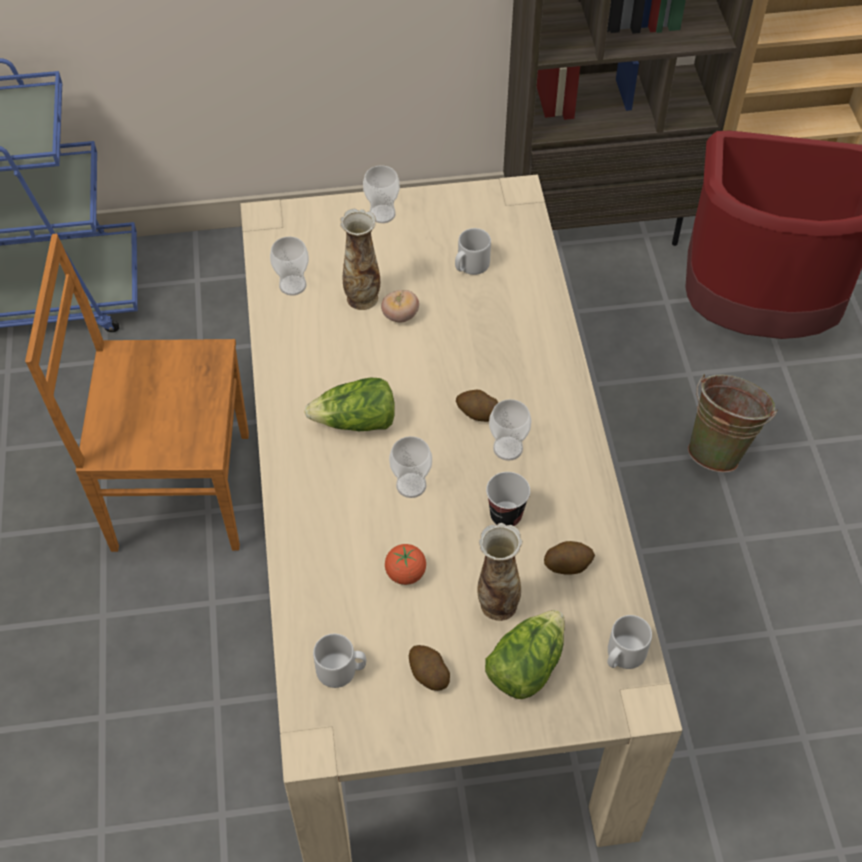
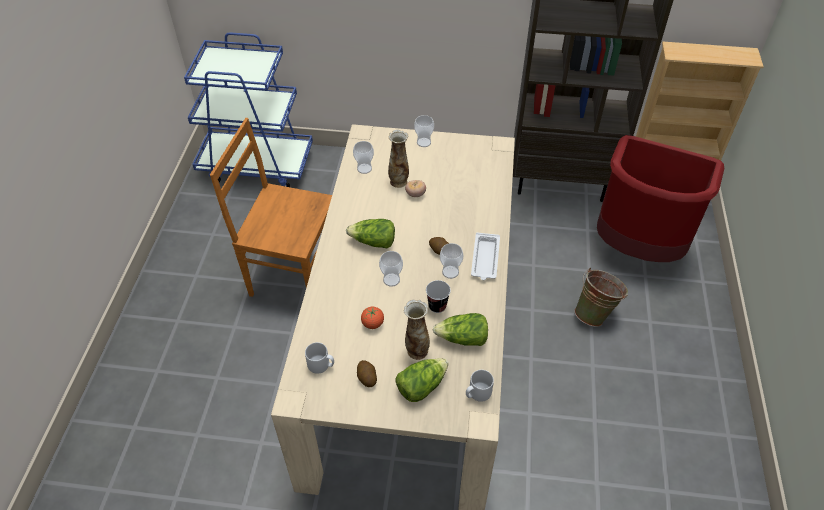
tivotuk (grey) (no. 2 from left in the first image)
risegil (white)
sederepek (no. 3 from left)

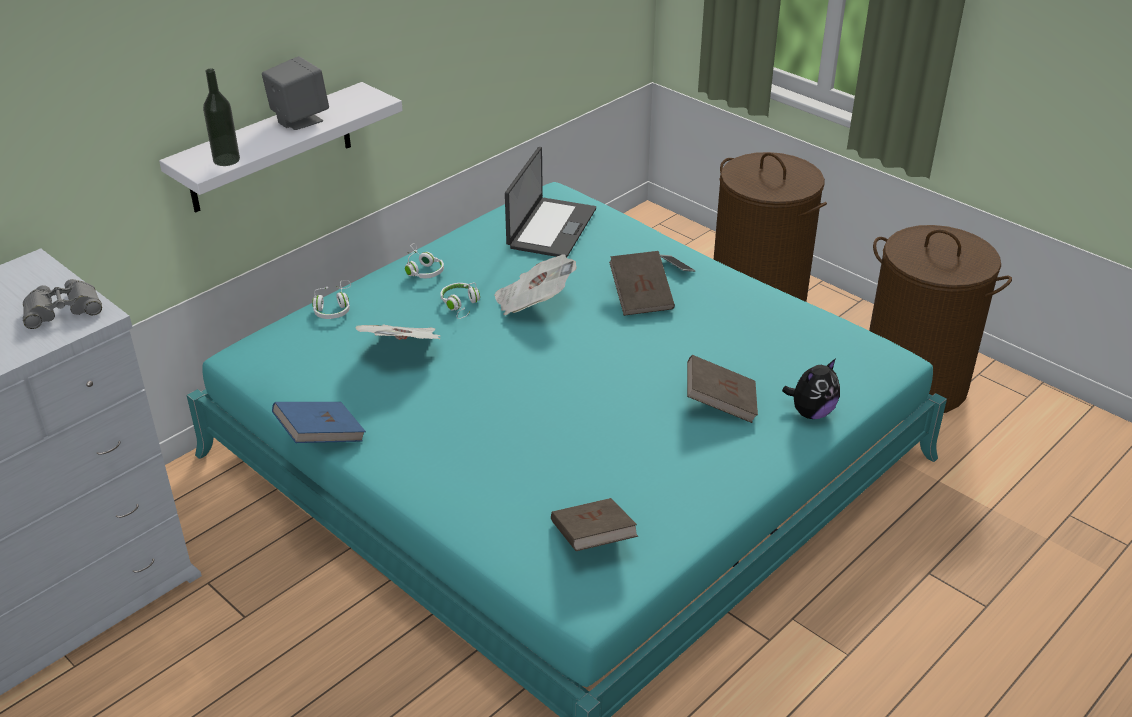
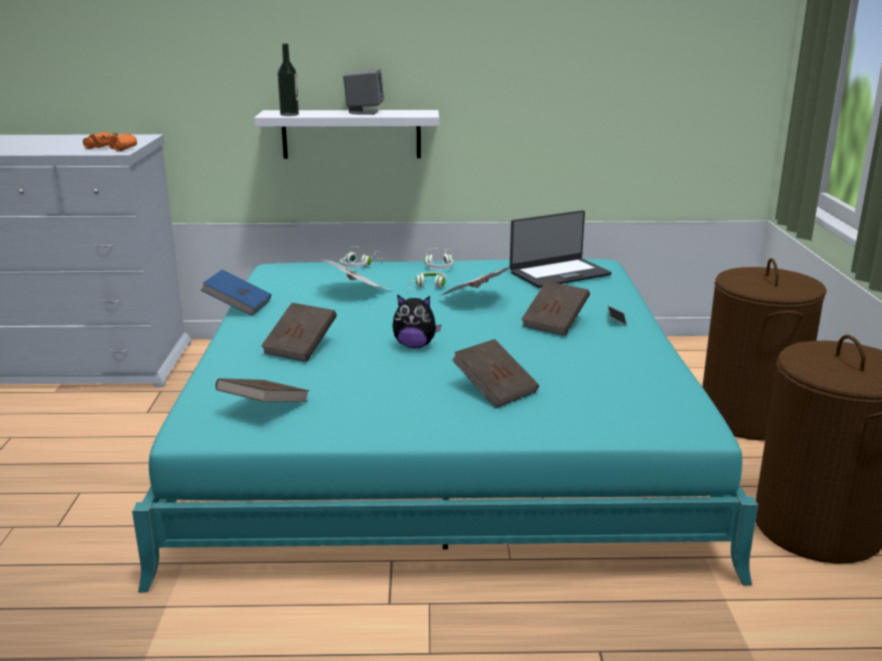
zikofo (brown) (no. 2 from left)
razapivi
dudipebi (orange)

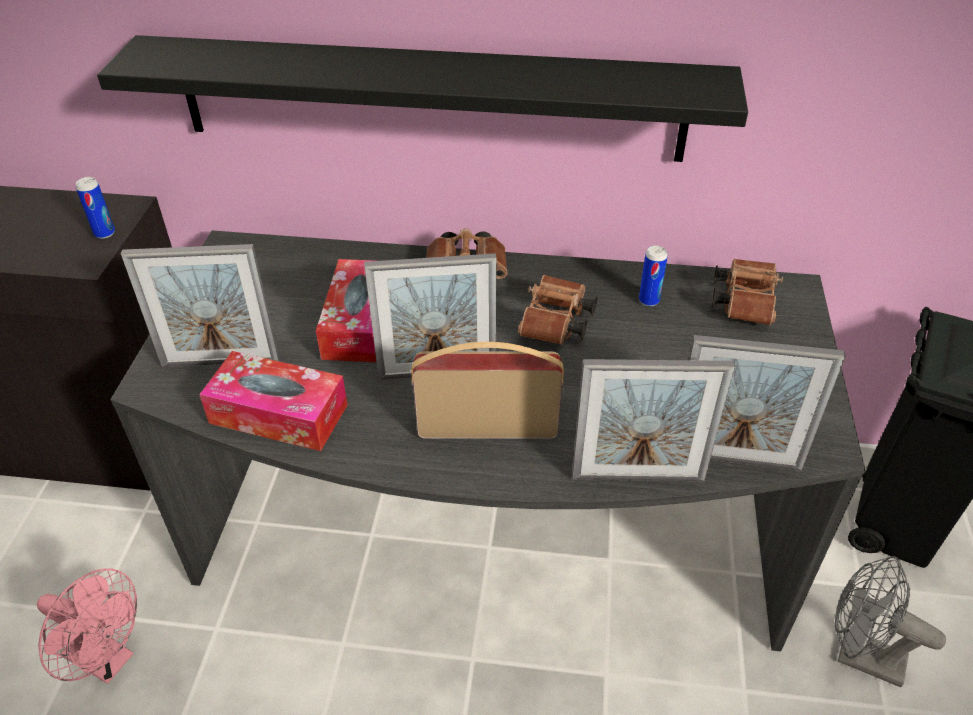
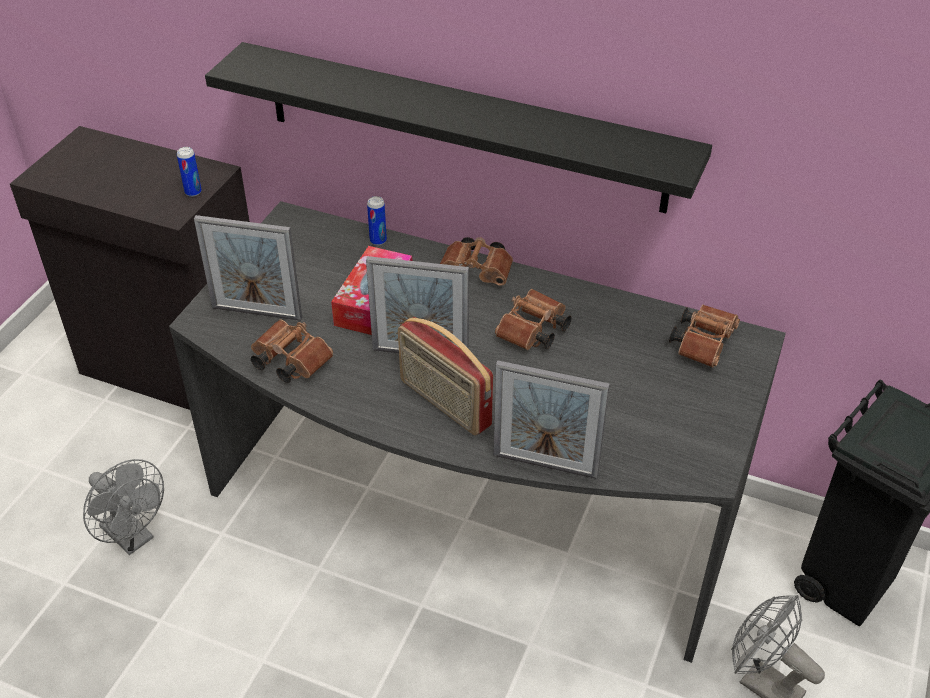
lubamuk (no. 4 from left in the first image)
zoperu (no. 2 from left)
dudipebi (brown) (no. 1 from left)
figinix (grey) (no. 1 from left)
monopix

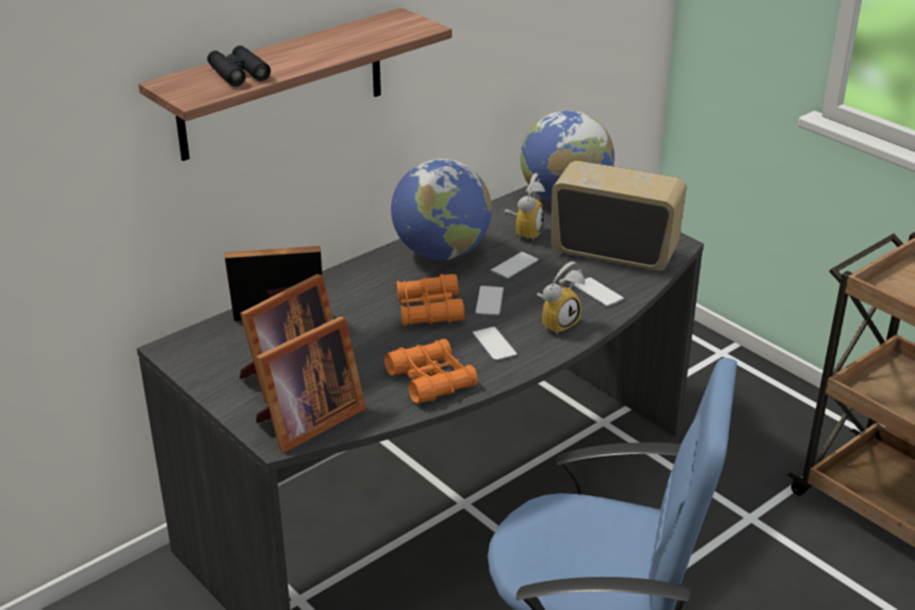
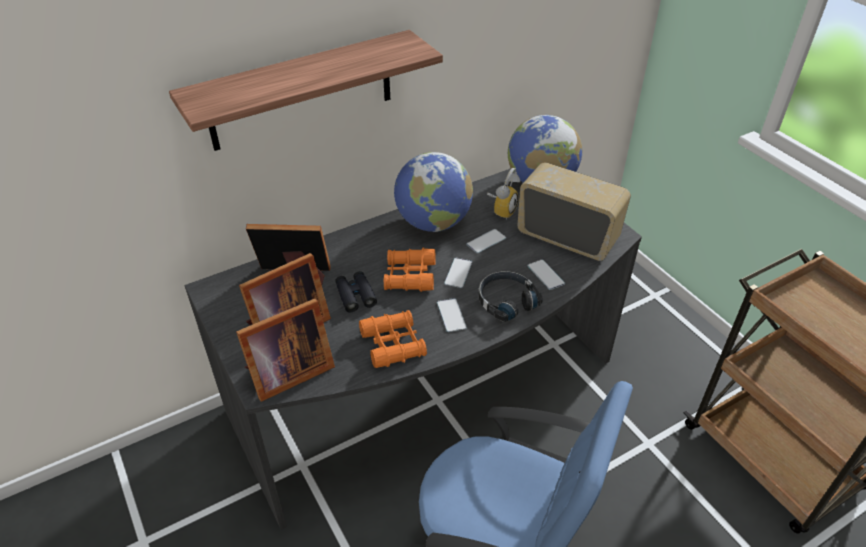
dudipebi (black)
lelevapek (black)

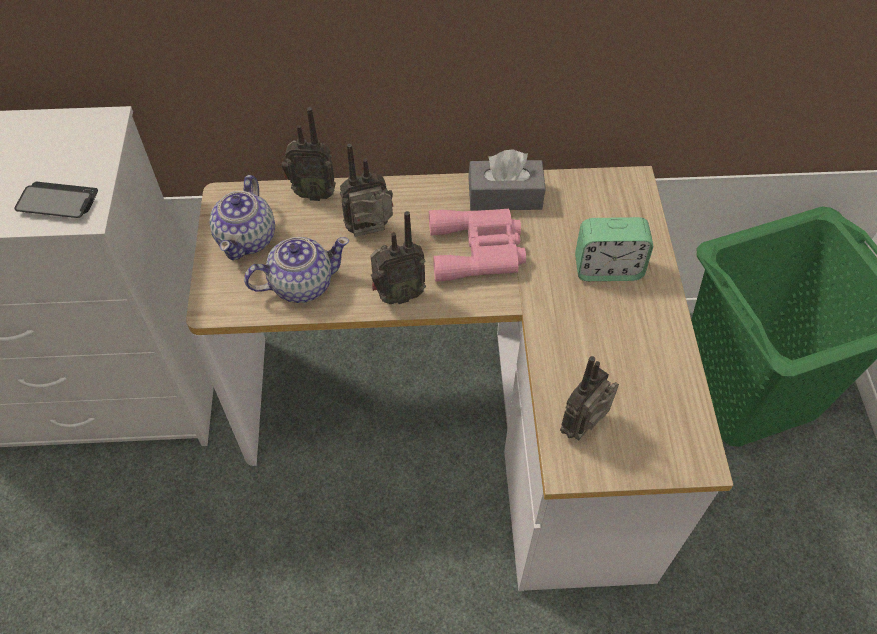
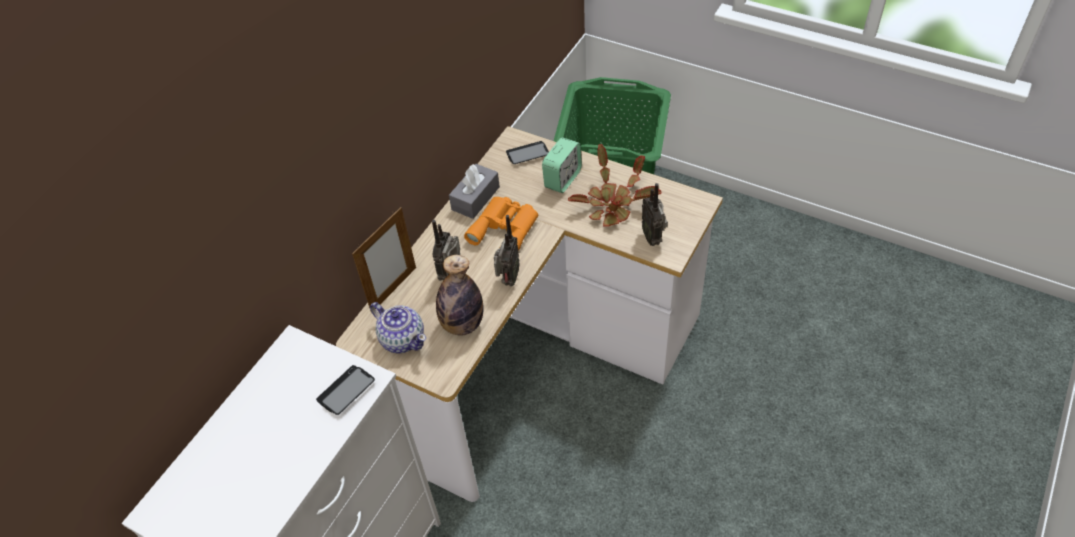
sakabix (no. 2 from left)
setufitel
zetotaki
lubamuk
dudipebi (orange)

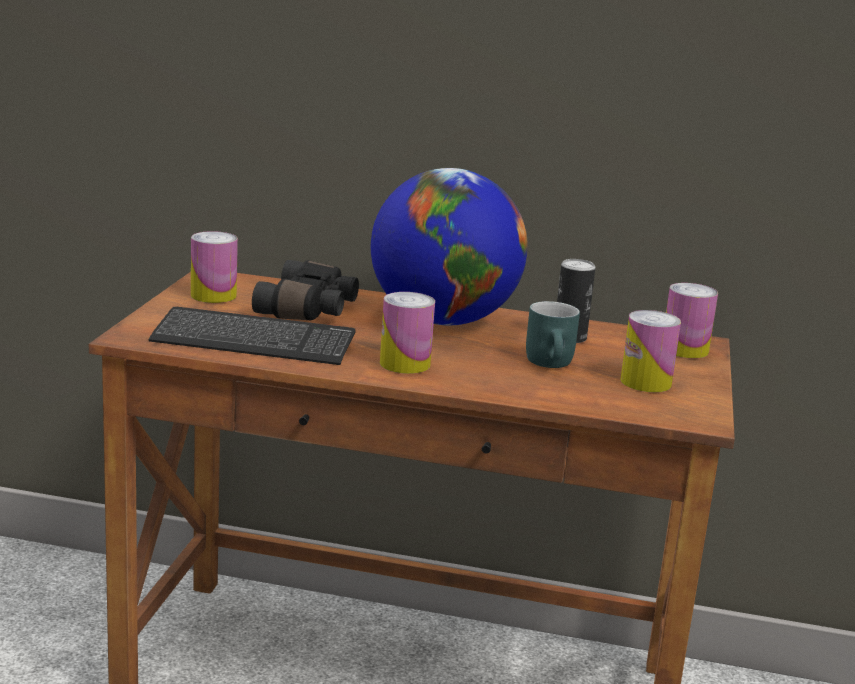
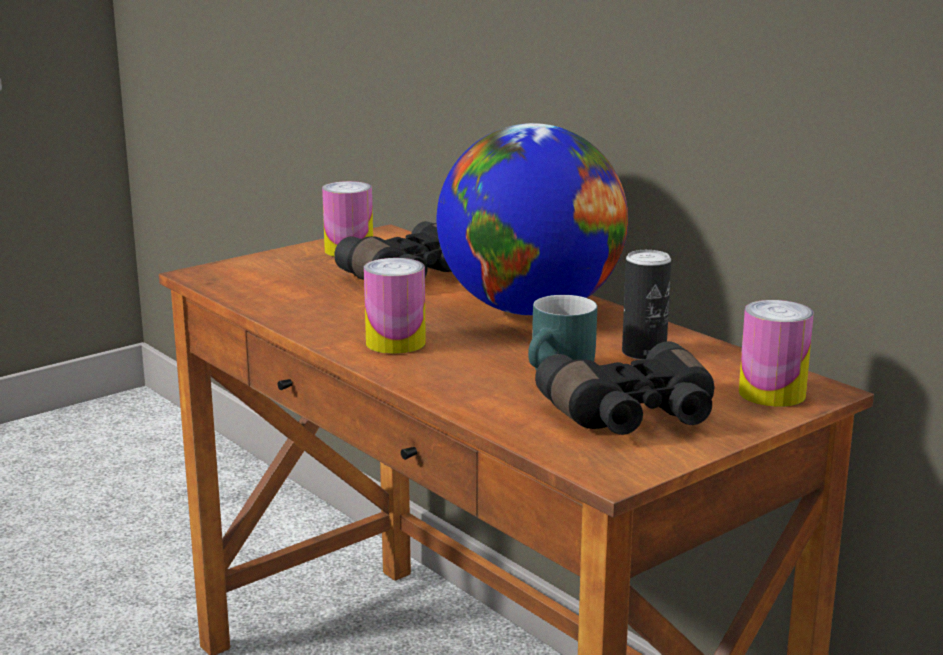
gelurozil
dudipebi (black) (no. 2 from left)

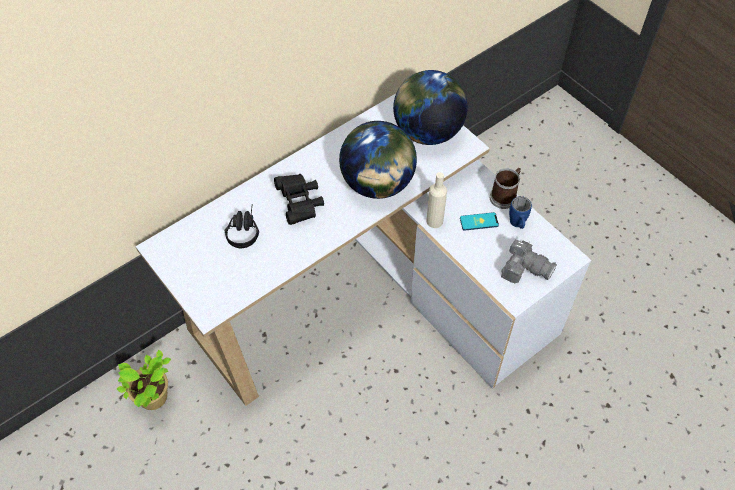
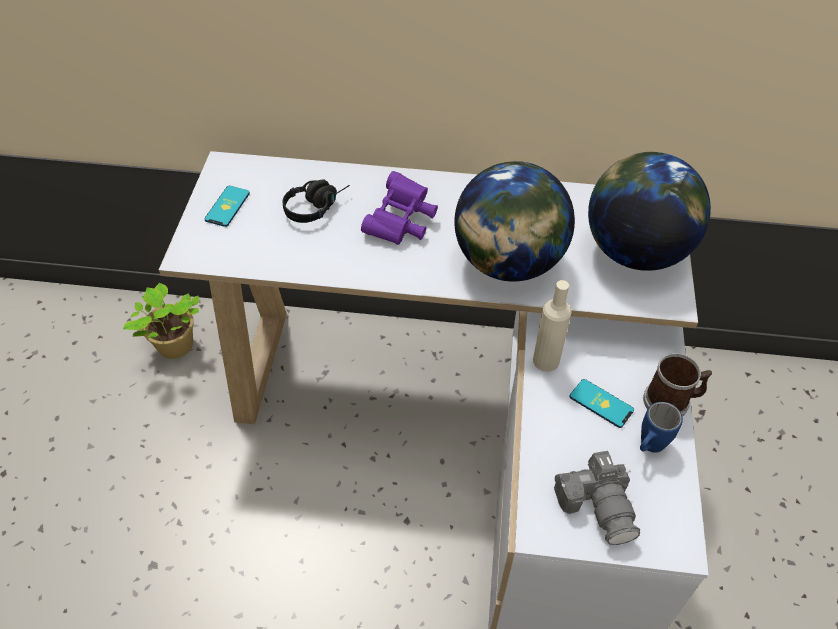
sakabix (no. 1 from left)
dudipebi (purple)

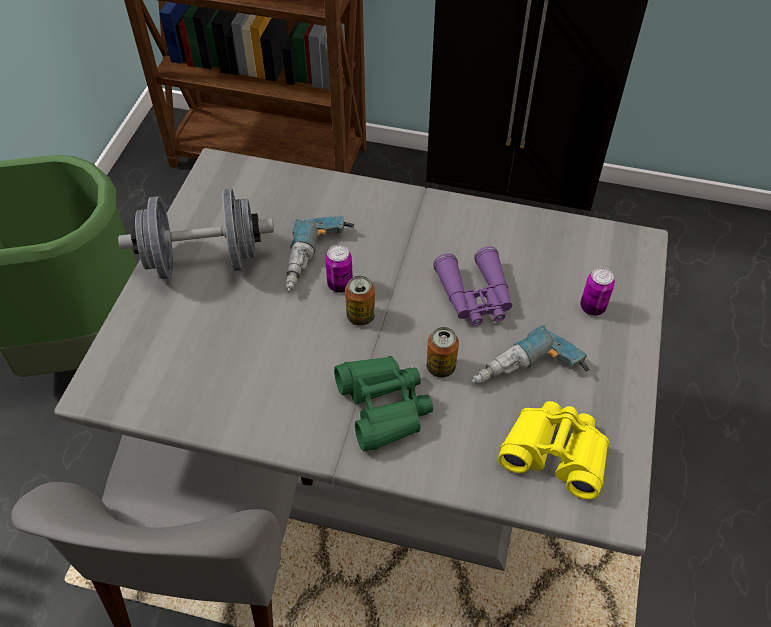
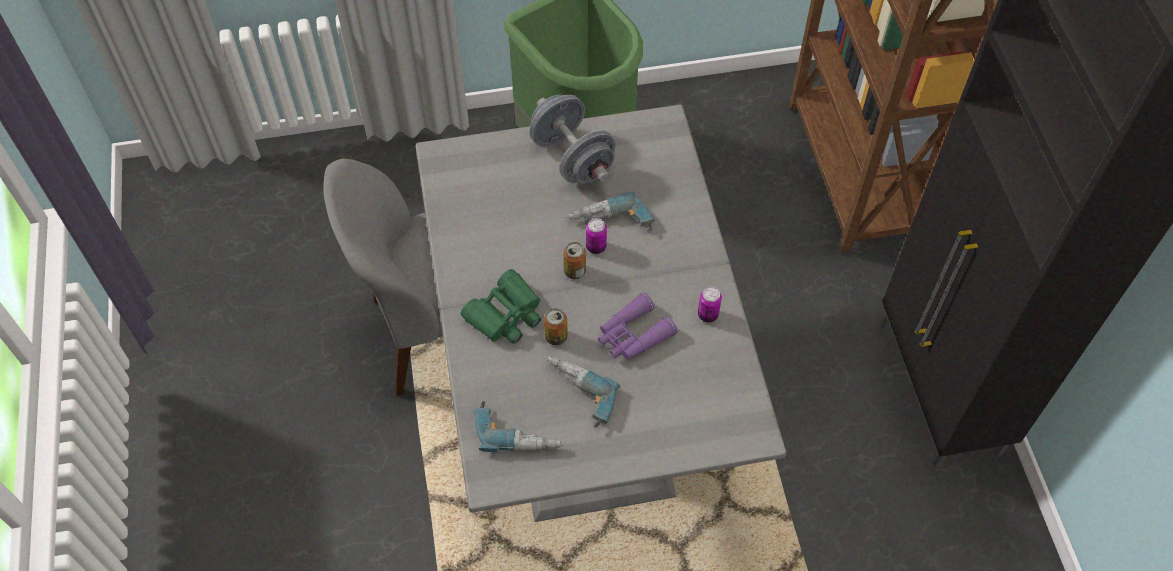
zoperu (no. 4 from left)
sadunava (no. 1 from left)

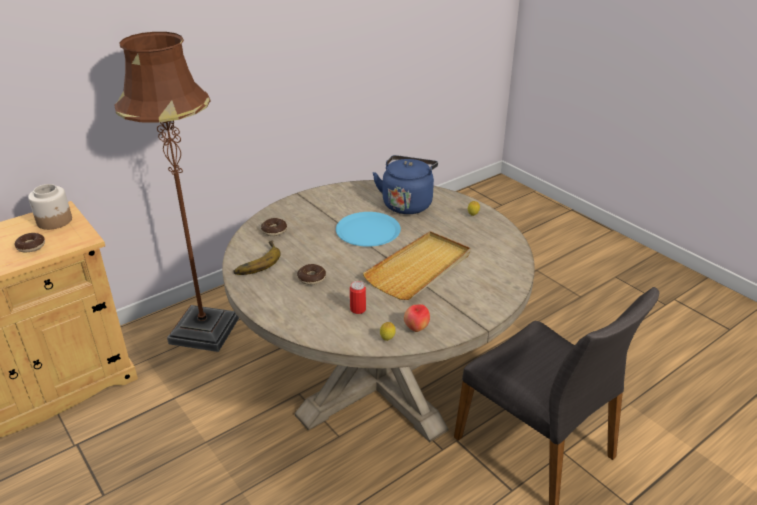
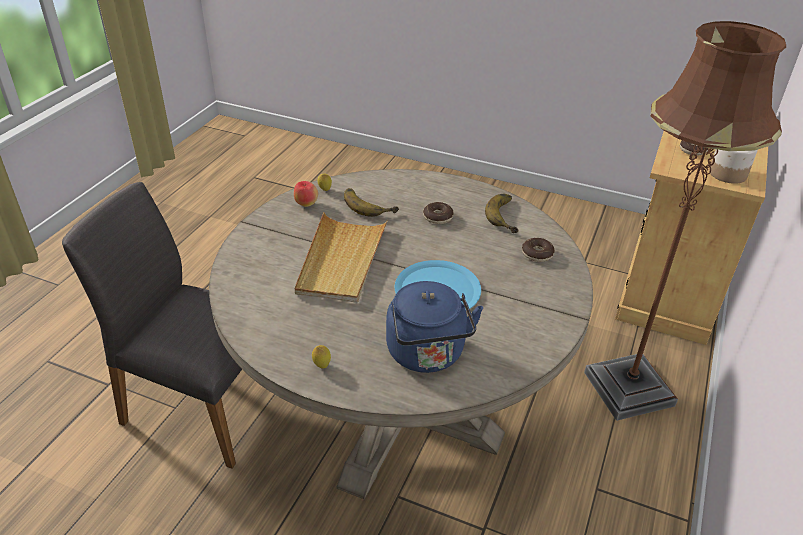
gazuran (no. 1 from left)

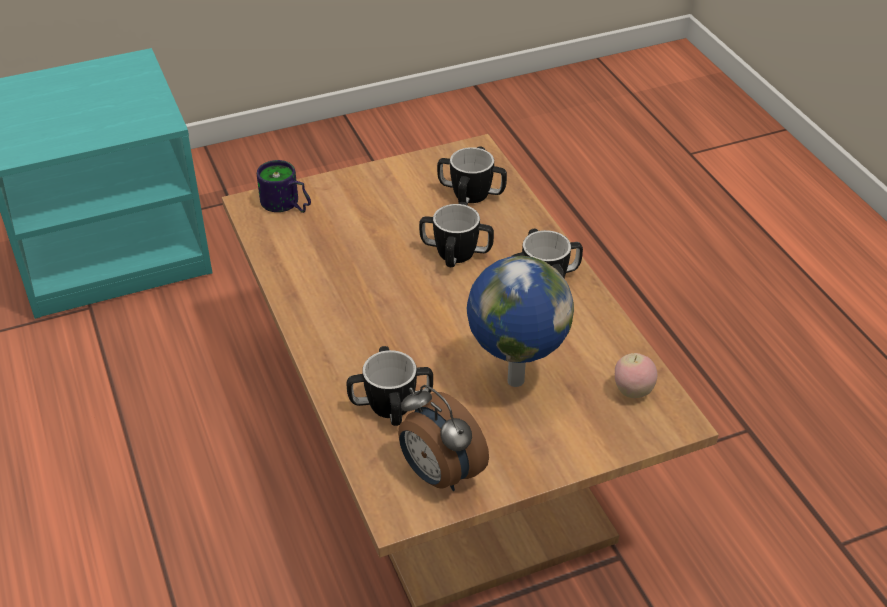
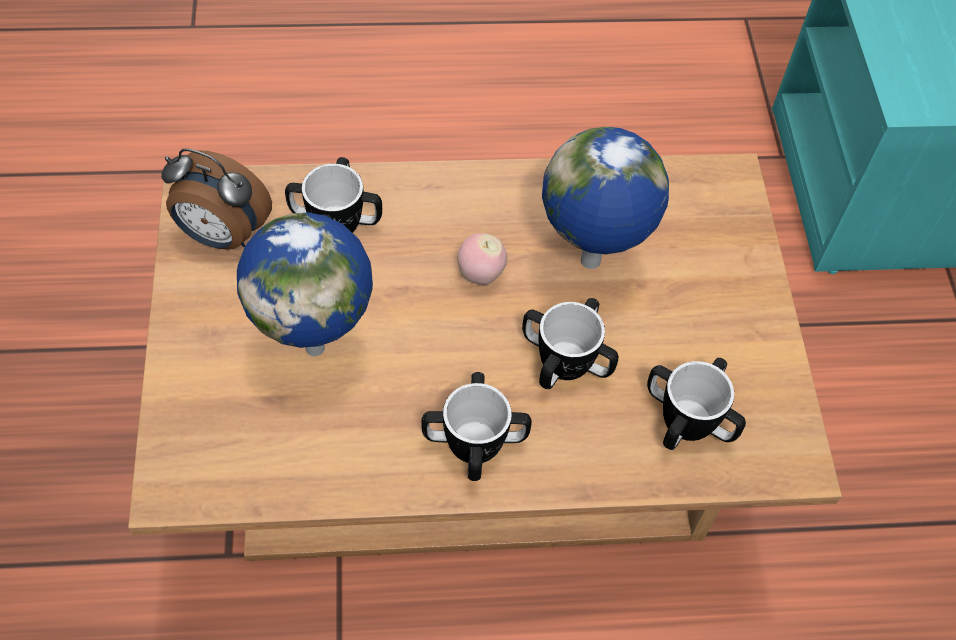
tivotuk (no. 1 from left in the first image)
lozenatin (no. 2 from left)
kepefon
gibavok

